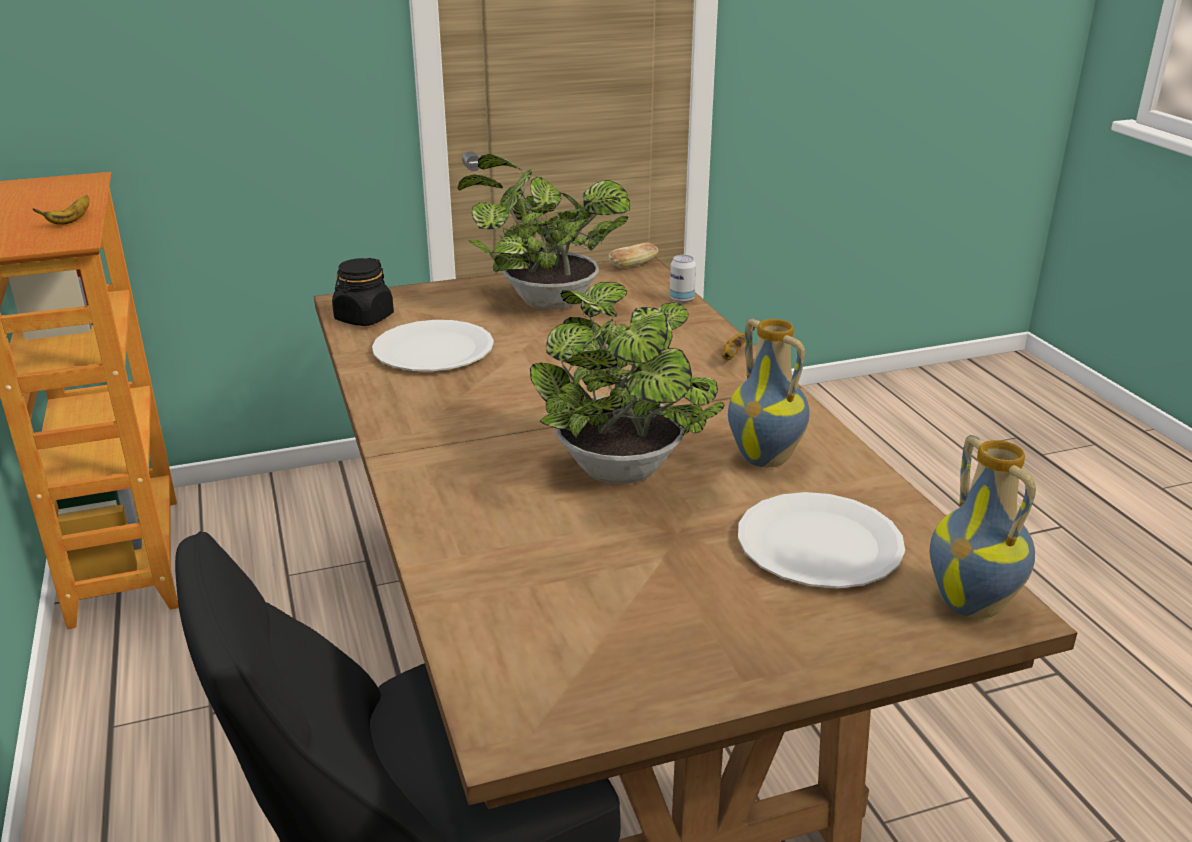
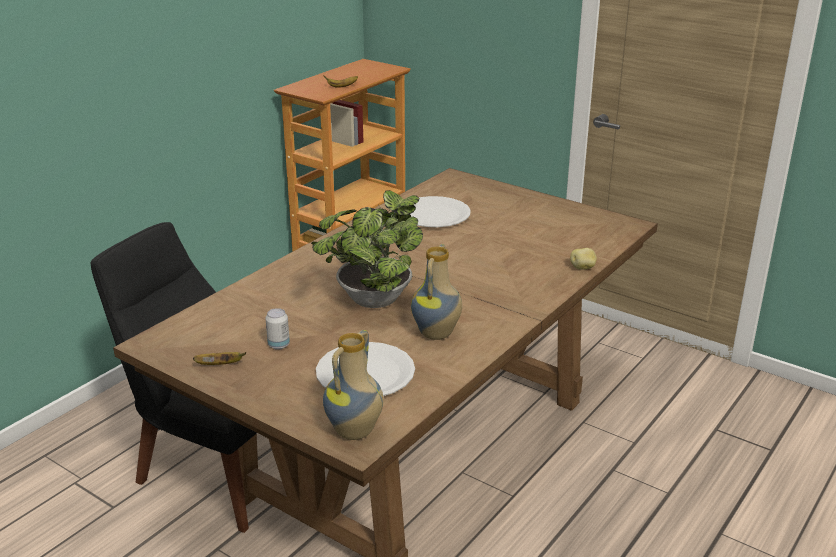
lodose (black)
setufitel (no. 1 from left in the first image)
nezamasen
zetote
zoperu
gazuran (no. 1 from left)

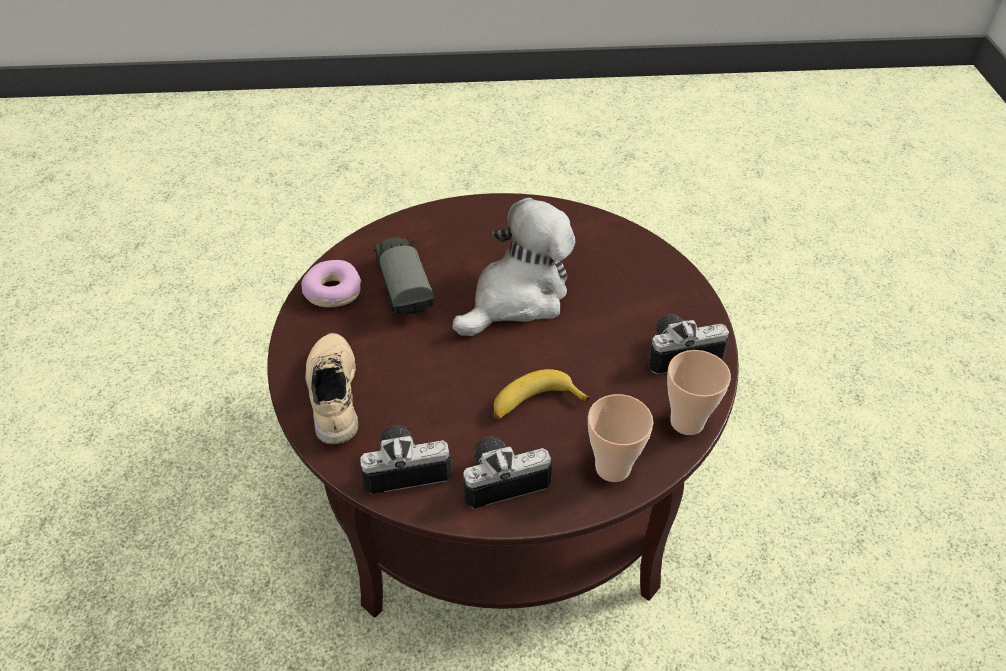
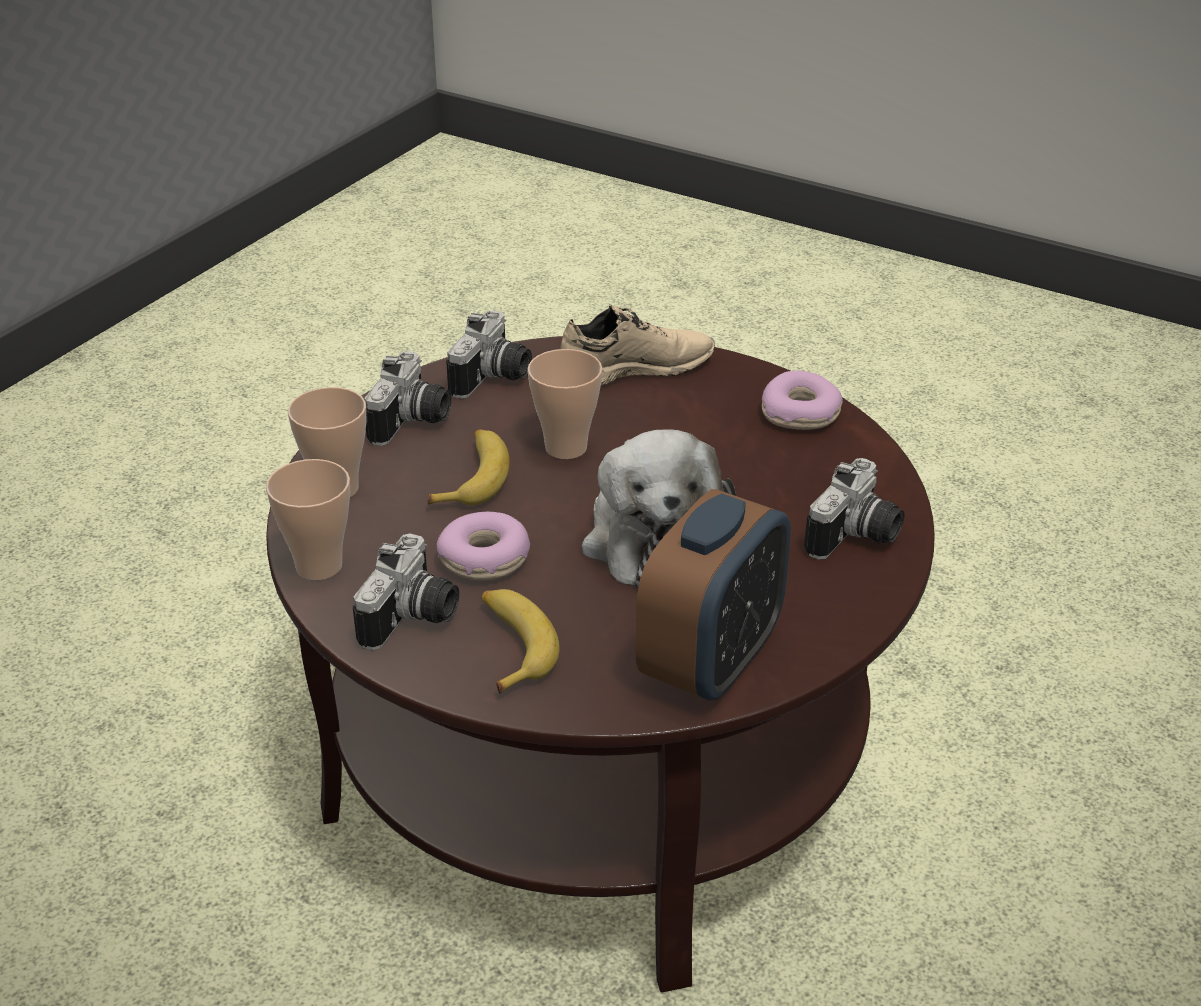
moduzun
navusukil (no. 1 from left)
gazuran (no. 2 from left)
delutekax (no. 3 from left)
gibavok
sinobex (no. 4 from left)
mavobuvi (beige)

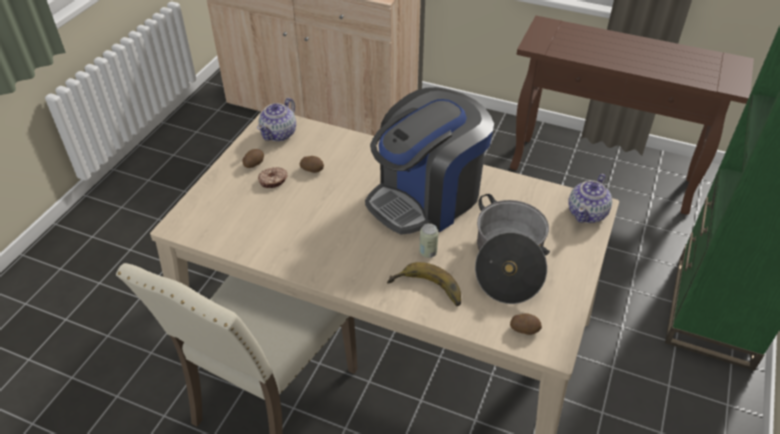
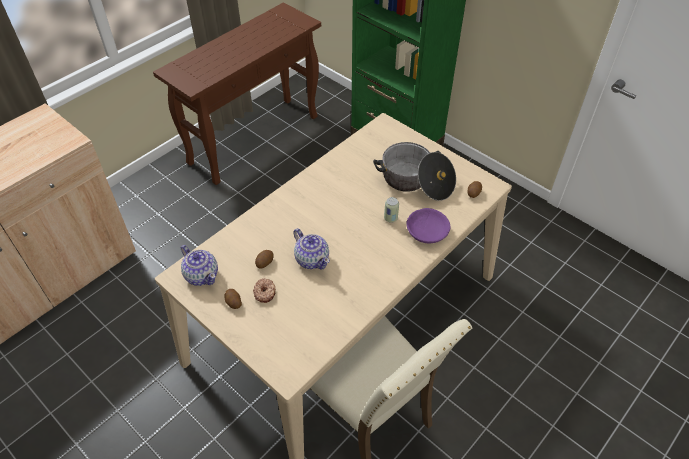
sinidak
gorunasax (no. 2 from left)
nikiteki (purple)

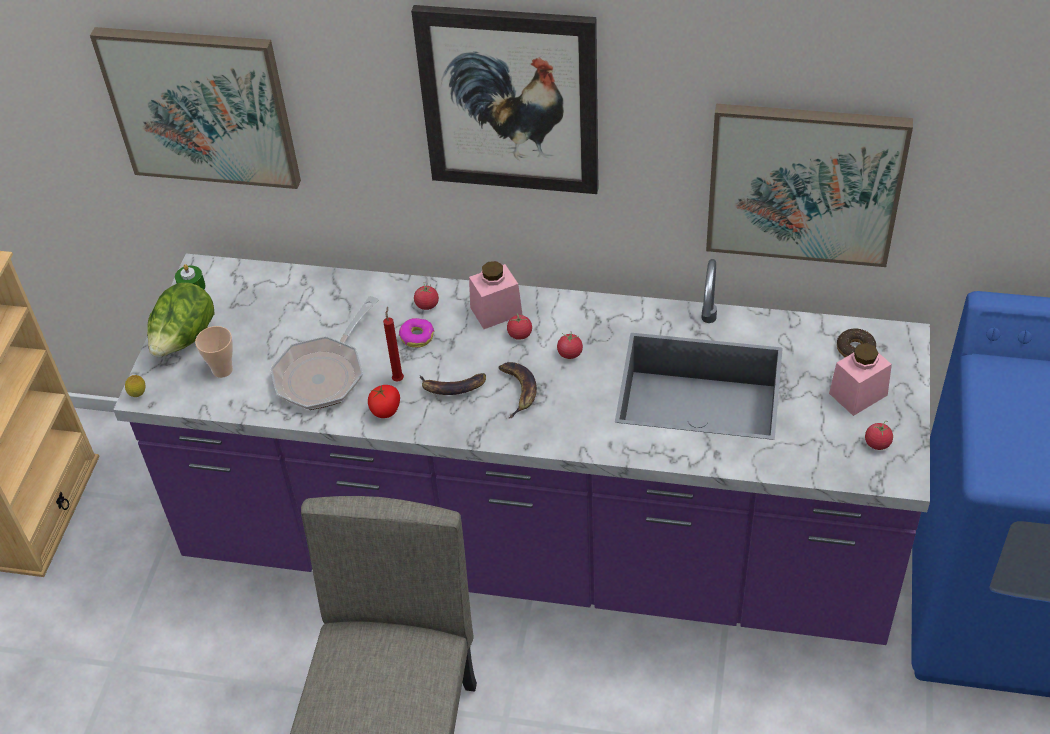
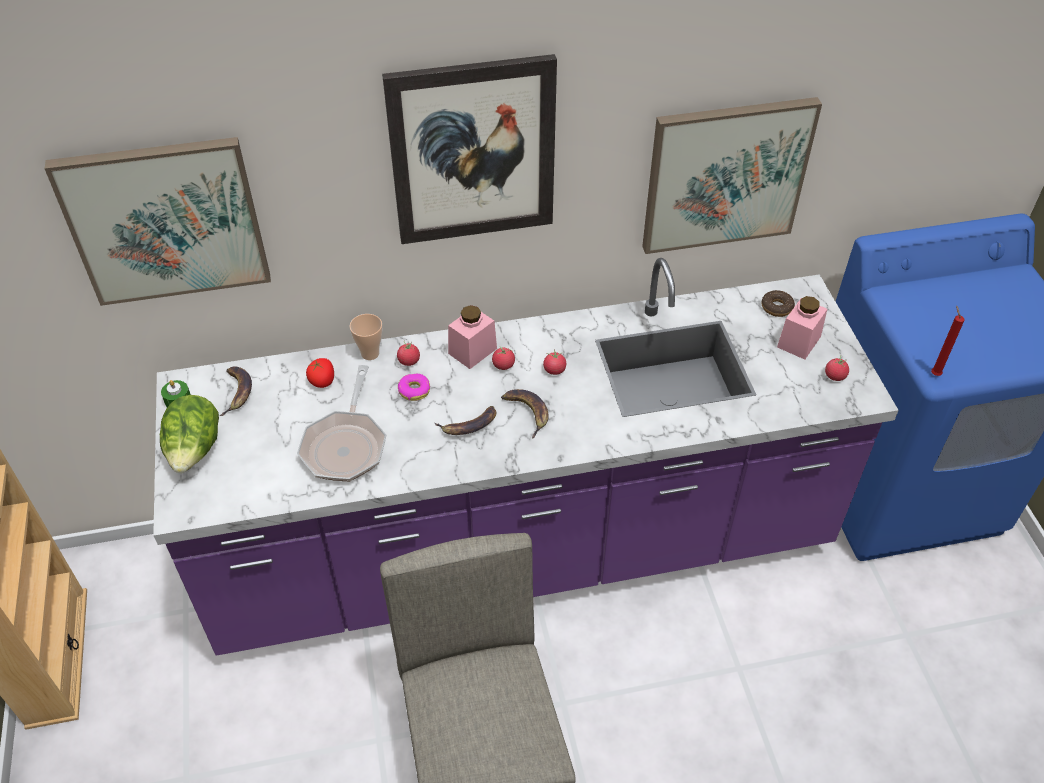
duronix
gazuran (no. 1 from left)
delutekax
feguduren (no. 1 from left)
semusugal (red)

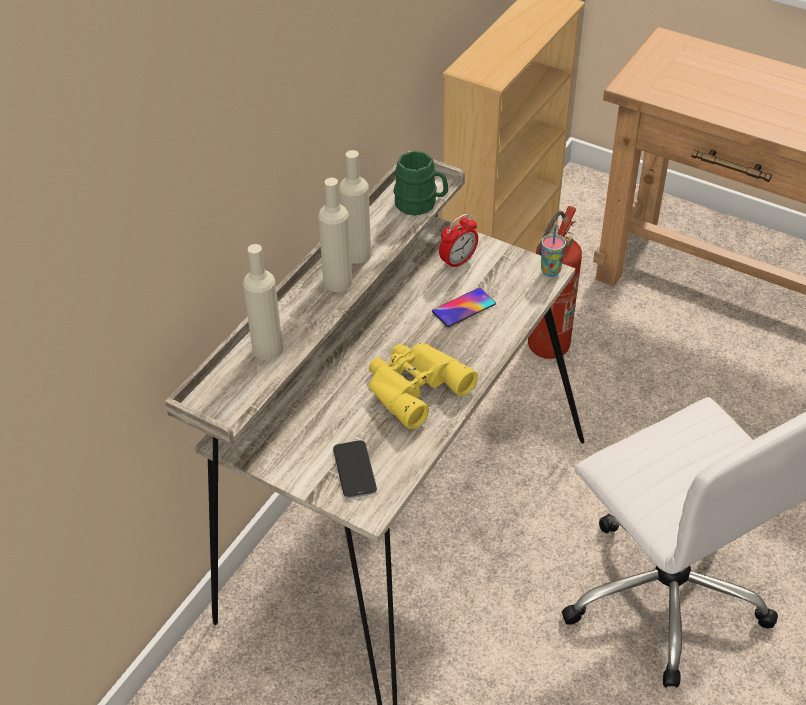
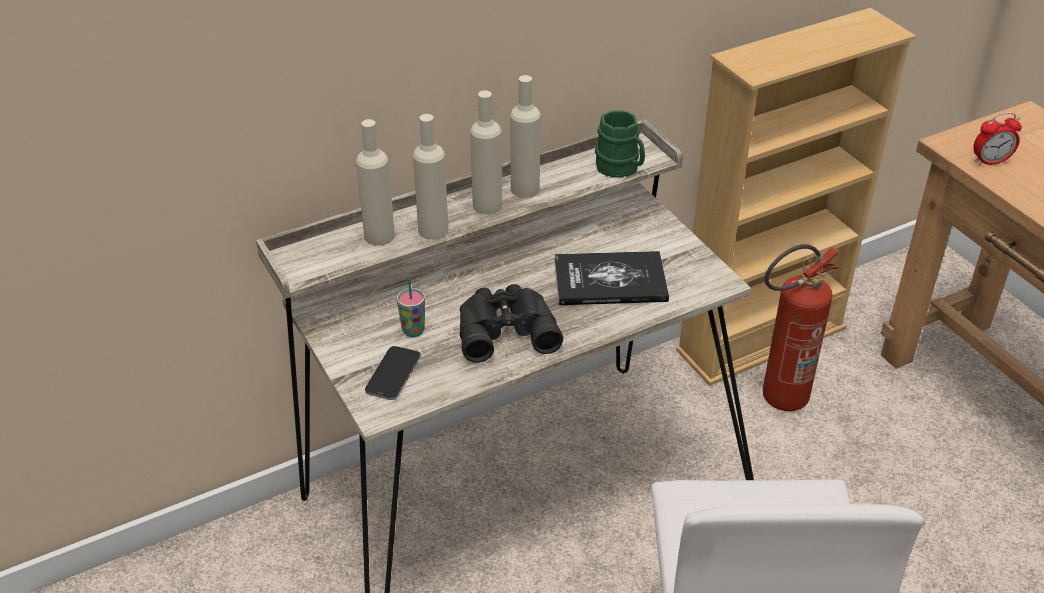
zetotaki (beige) (no. 2 from left)
gibavok
delutekax
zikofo
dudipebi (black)

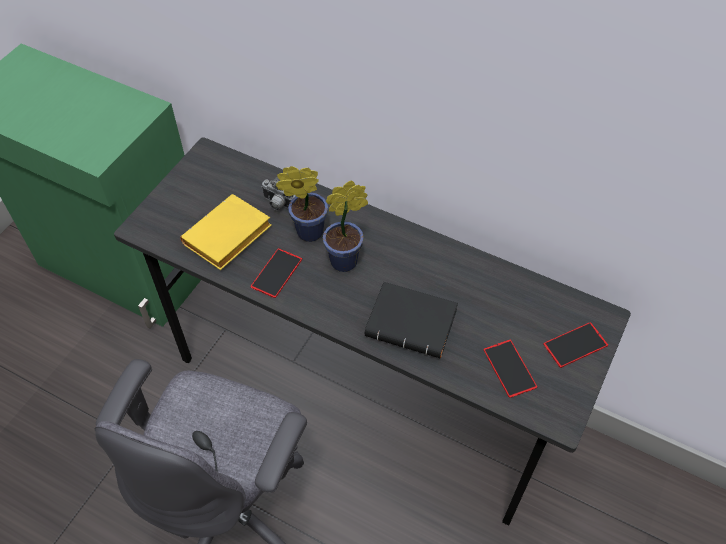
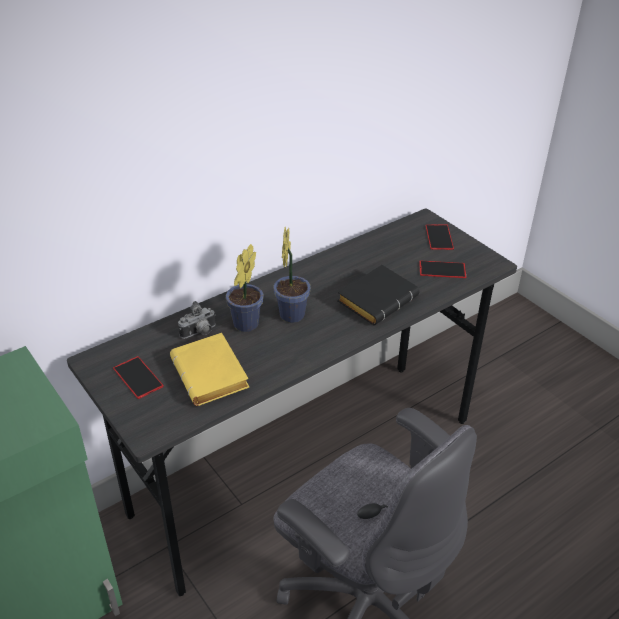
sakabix (no. 1 from left)

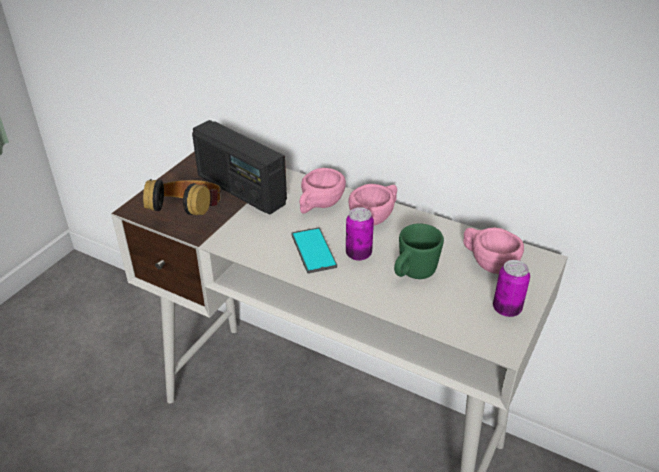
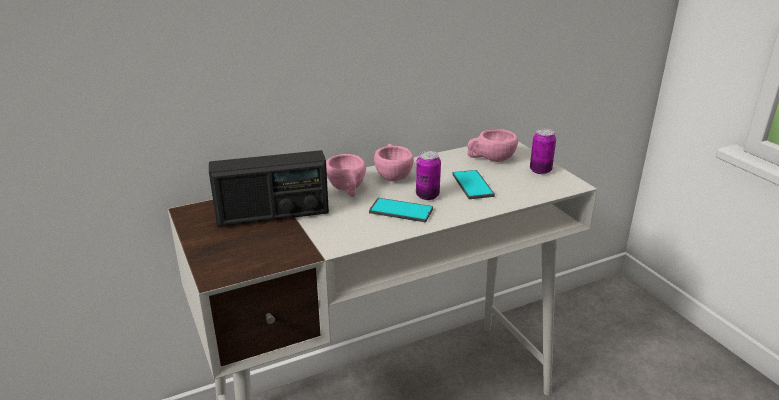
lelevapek
sakabix (no. 2 from left)

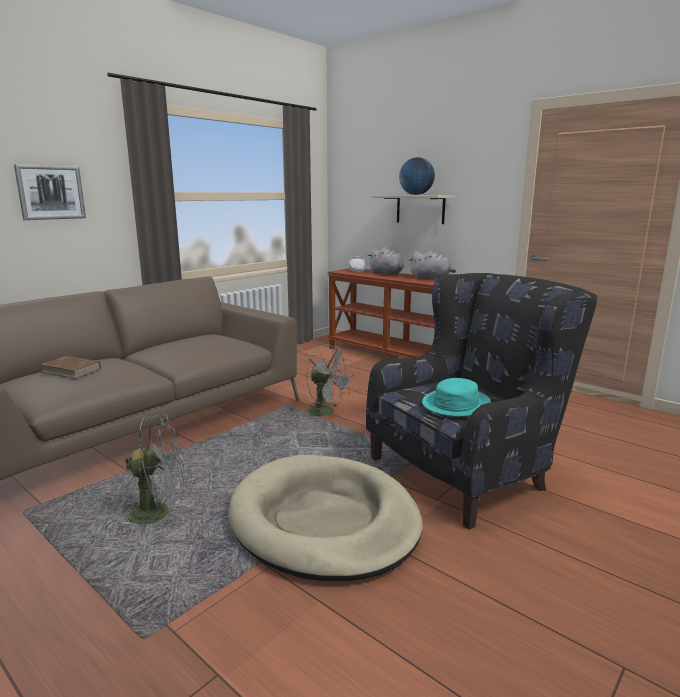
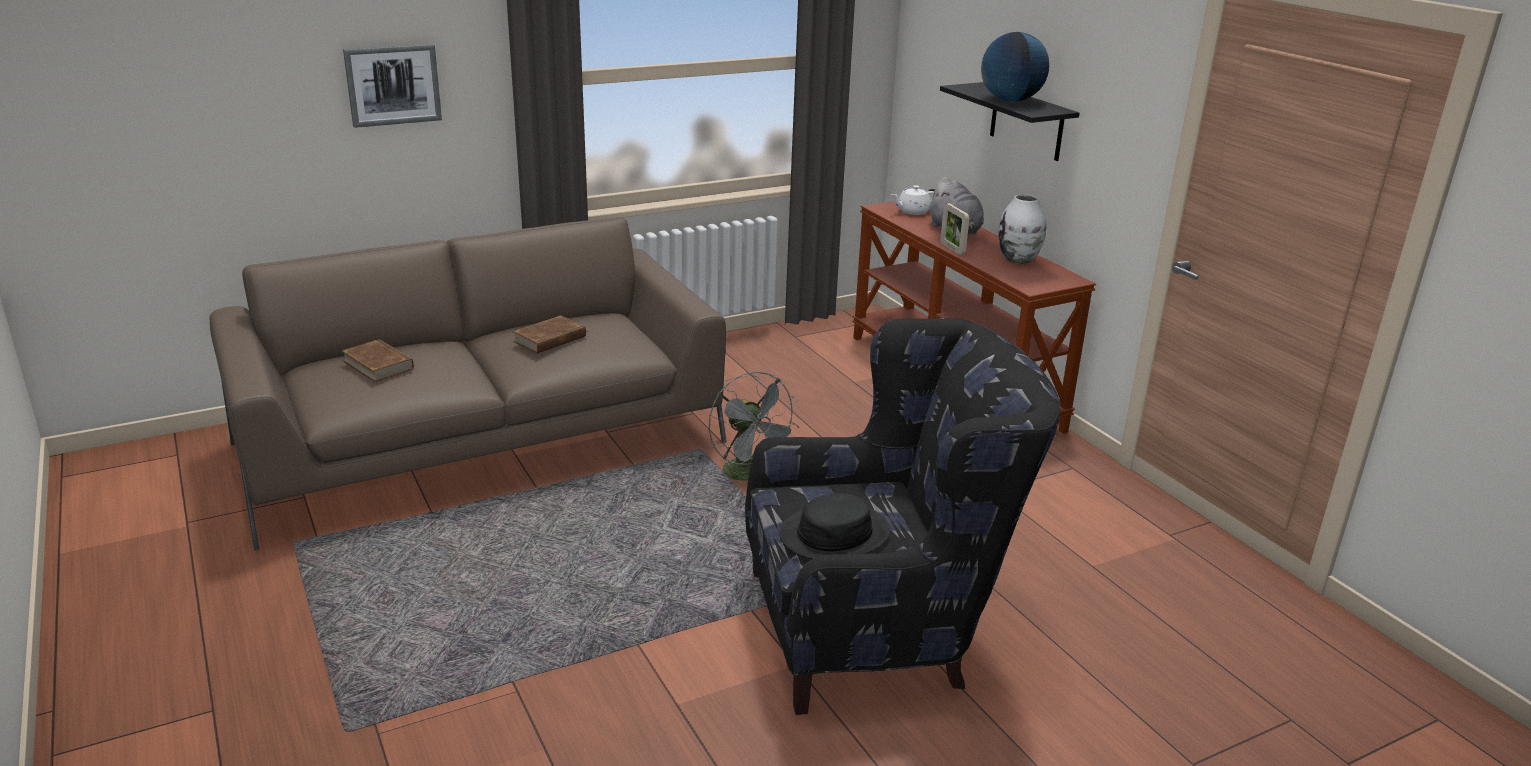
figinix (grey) (no. 1 from left in the first image)
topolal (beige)
zikofo (brown) (no. 2 from left)
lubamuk
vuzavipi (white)
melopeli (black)
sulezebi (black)

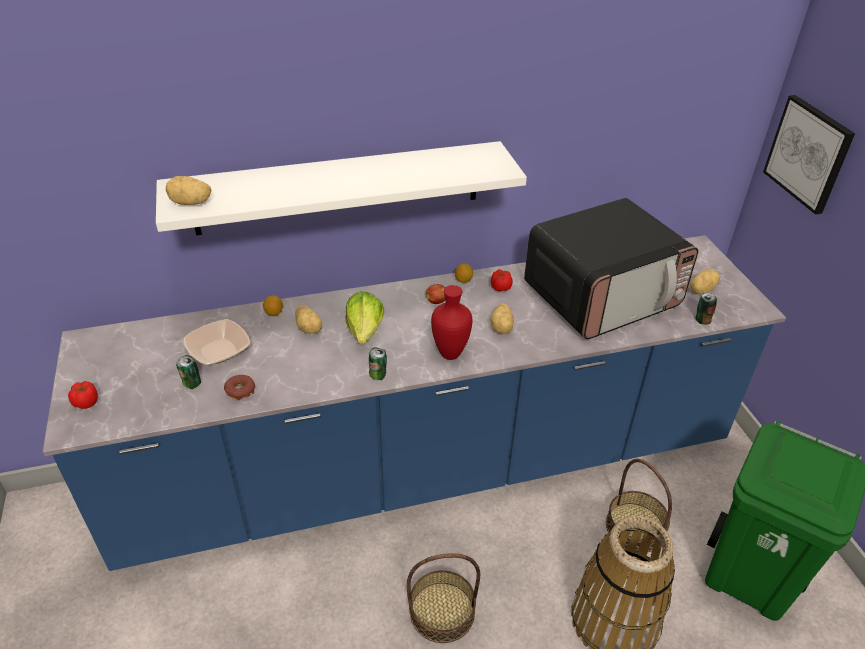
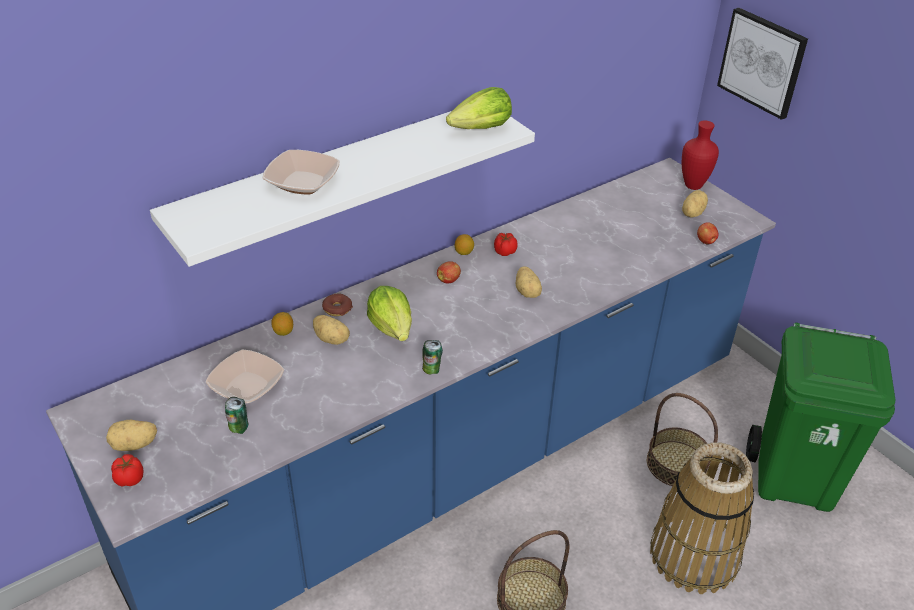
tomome
nikiteki (no. 2 from left)
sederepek (no. 2 from left)
zetote (no. 1 from left)
navusukil
vuzavipi (red)
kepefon (no. 2 from left)

